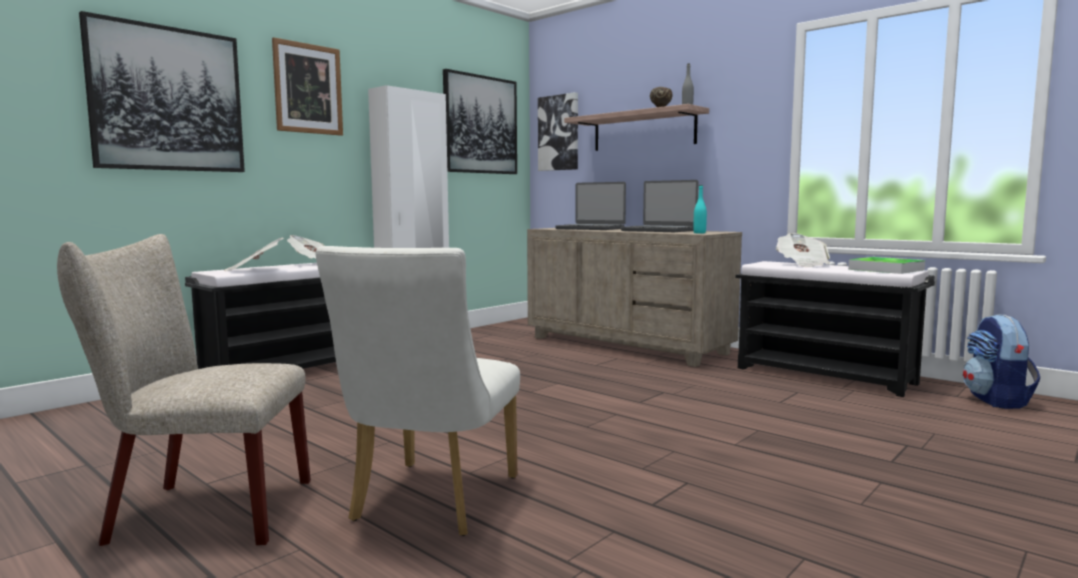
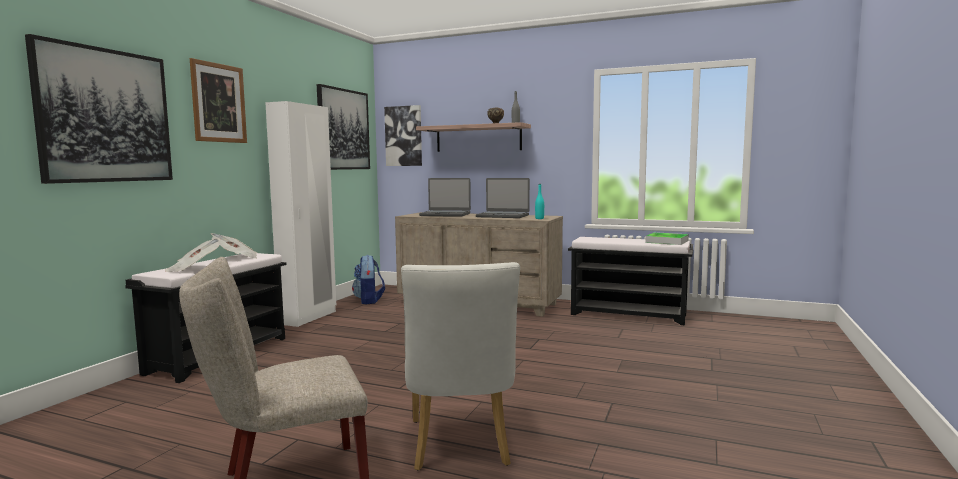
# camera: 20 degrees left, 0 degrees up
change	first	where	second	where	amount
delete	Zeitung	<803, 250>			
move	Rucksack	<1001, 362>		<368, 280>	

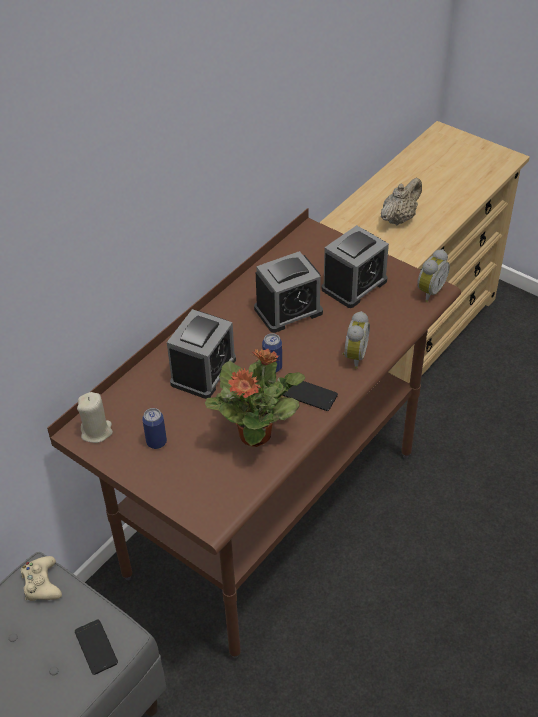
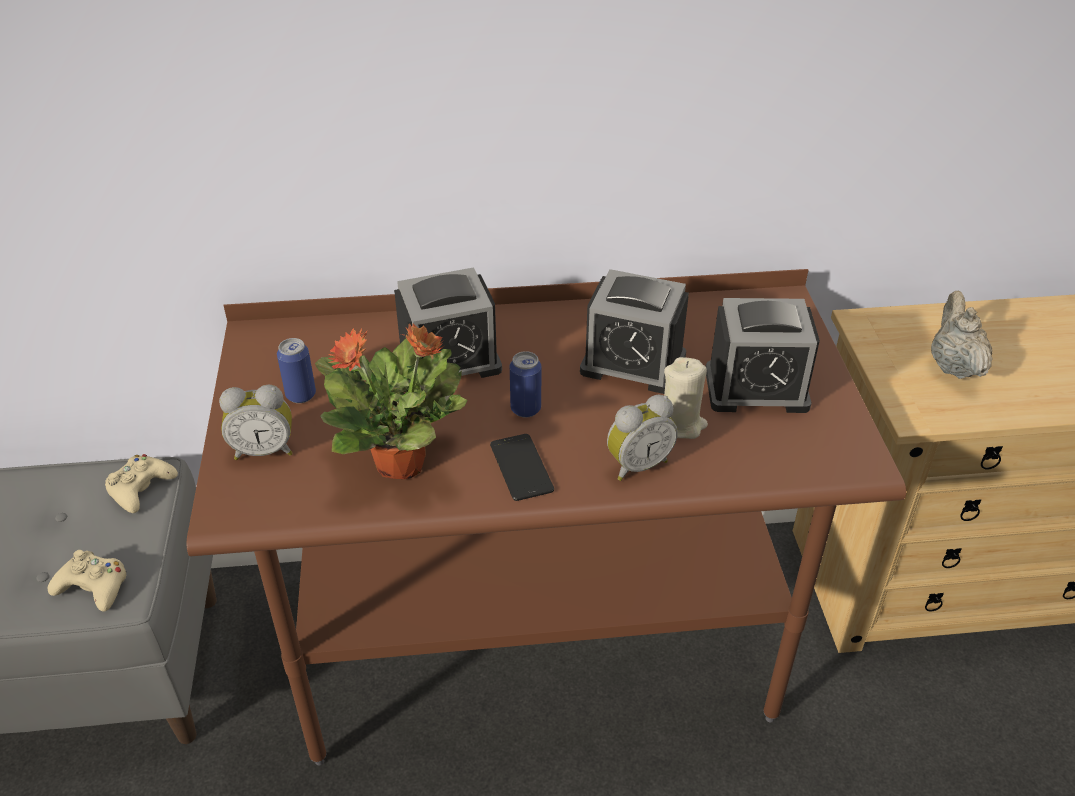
# camera: 45 degrees right, 5 degrees down
change	first	where	second	where	amount
rotate	Teekanne (beige)	<401, 201>		<962, 335>	90 degrees counterclockwise
move	Wecker	<433, 275>		<256, 422>	
move	Kerze (beige)	<95, 417>		<686, 398>	
replace	Handy	<96, 647>	Gamepad (beige)	<87, 580>	

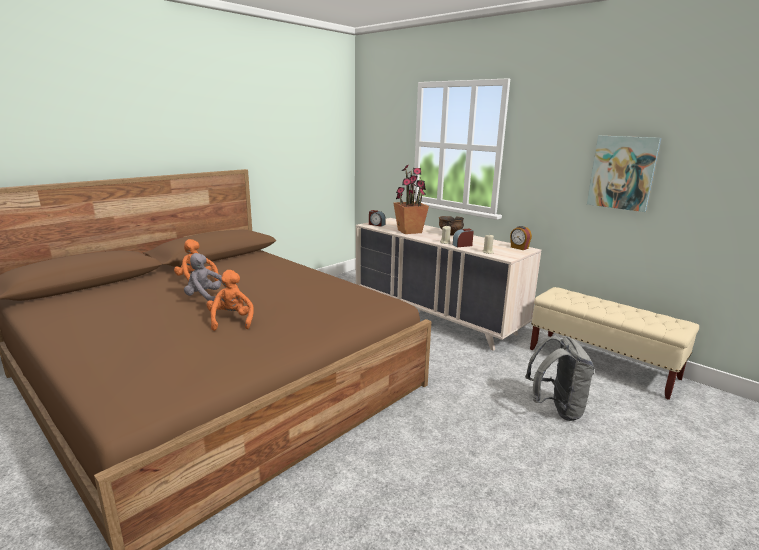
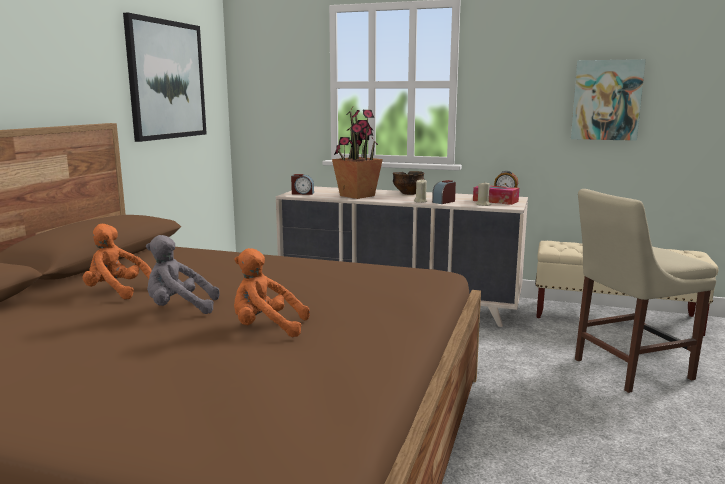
# camera: 25 degrees left, 5 degrees down
change	first	where	second	where	amount
rotate	Plüschtier (orange)	<230, 300>		<272, 292>	45 degrees counterclockwise
replace	Rucksack (grau)	<559, 378>	Stuhl (beige)	<646, 291>	
insert			Bild	<165, 77>	
insert			Taschentuchbox	<496, 195>	

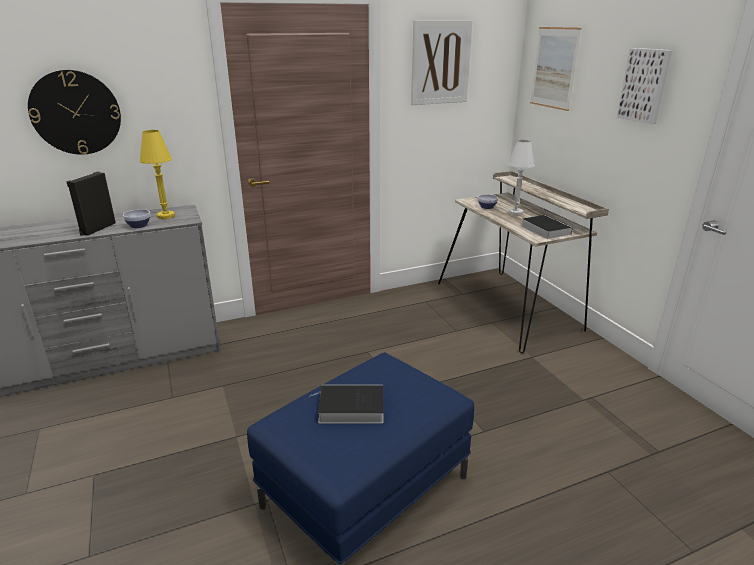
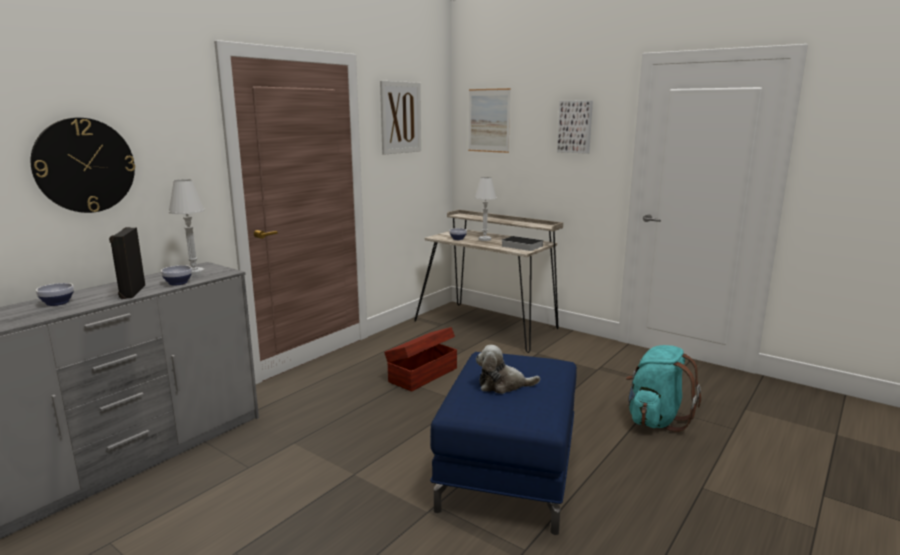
# camera: 30 degrees left, 10 degrees down
change	first	where	second	where	amount
recolor	Tischlampe (gelb)	<157, 174>	Tischlampe (weiß)	<186, 227>	
replace	Buch	<346, 404>	Plüschtier	<508, 369>	
insert			Schüssel	<55, 294>	
insert			Aufbewahrungsbox (braun)	<420, 359>	
insert			Rucksack (türkis)	<663, 388>	

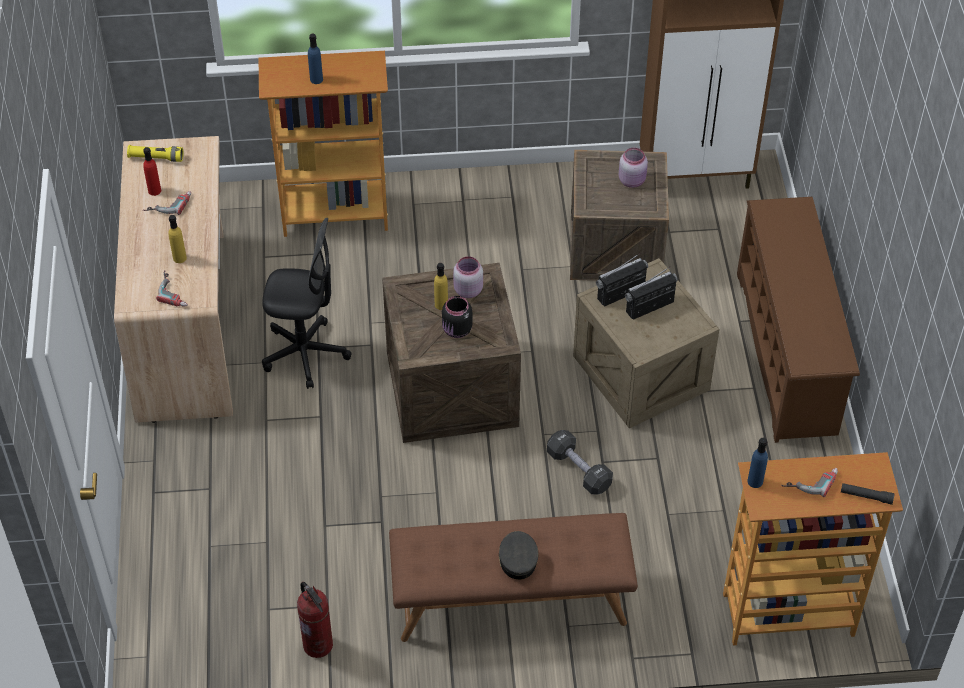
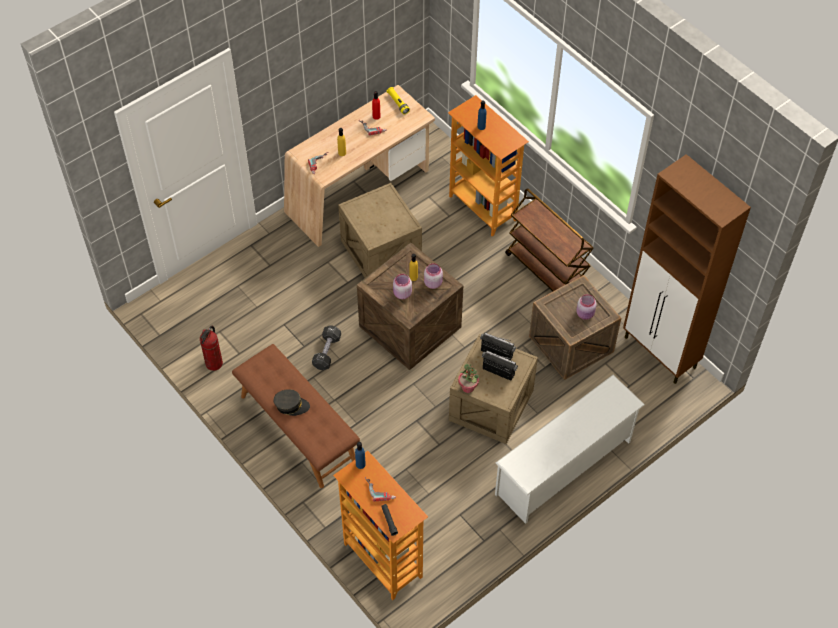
# camera: 55 degrees right, 5 degrees up
change	first	where	second	where	amount
recolor	Schuhregal (braun)	<798, 320>	Schuhregal (weiß)	<570, 449>	
replace	Bürostuhl (schwarz)	<307, 303>	Kiste	<380, 230>	
recolor	Vorratsglas (schwarz)	<457, 317>	Vorratsglas (rosa)	<402, 286>	
move	Hantel (schwarz)	<580, 462>		<326, 347>	
rotate	Kappe (grau)	<519, 555>		<291, 402>	45 degrees clockwise
insert			Rollwagen (braun)	<549, 239>	
insert			Topfpflanze	<468, 378>	

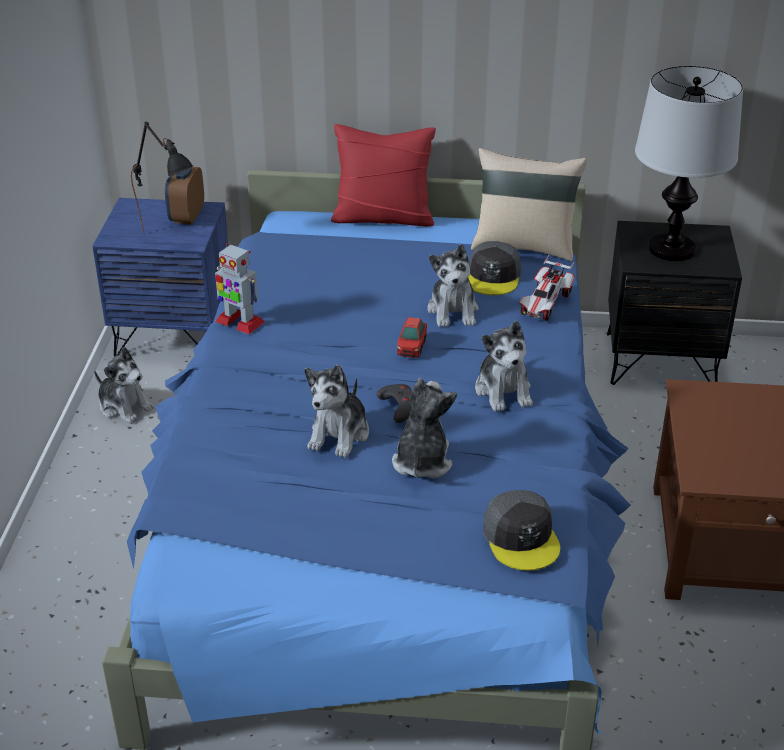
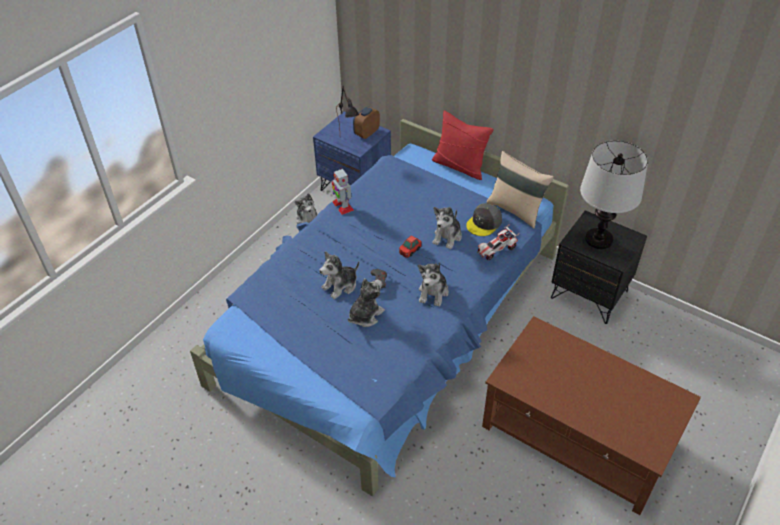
# camera: 30 degrees right, 10 degrees up
change	first	where	second	where	amount
delete	Kappe (grau)	<521, 530>			

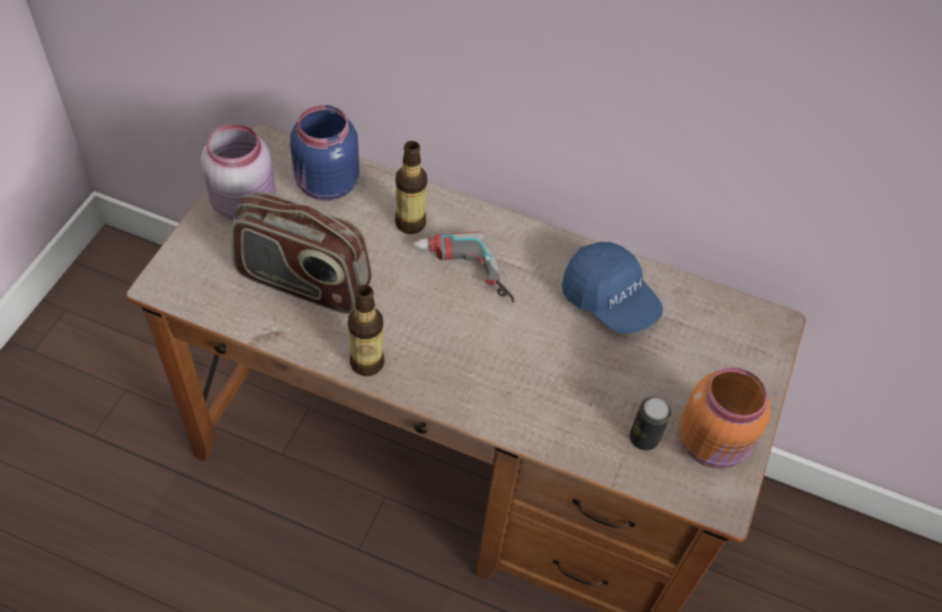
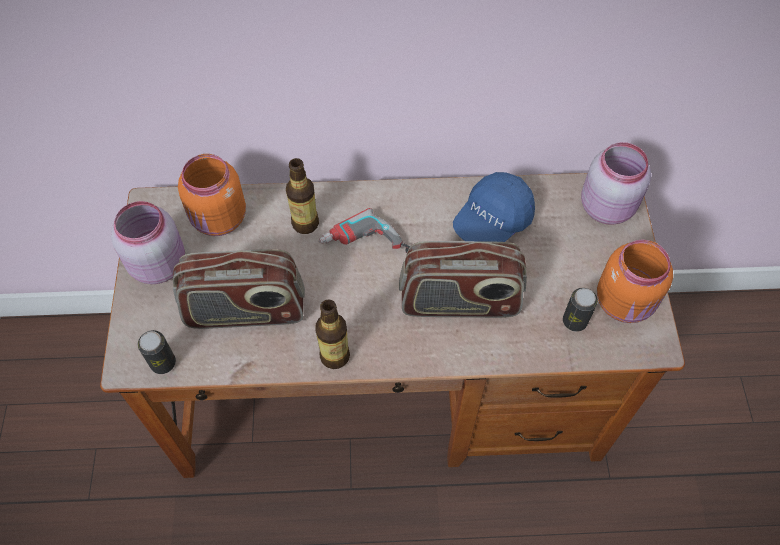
# camera: 20 degrees left, 5 degrees up
change	first	where	second	where	amount
recolor	Vorratsglas (blau)	<324, 153>	Vorratsglas (orange)	<212, 195>	
rotate	Kappe (blau)	<612, 288>		<494, 207>	105 degrees clockwise
insert			Vorratsglas (rosa)	<616, 183>	
insert			Radio	<463, 279>	
insert			Dose	<157, 352>	

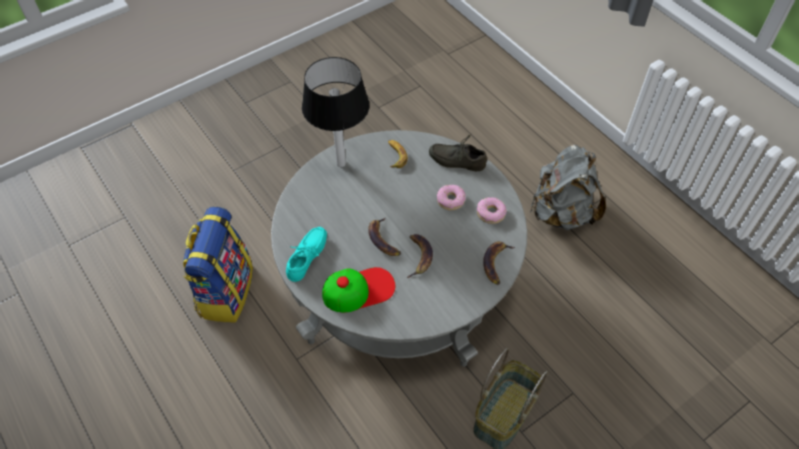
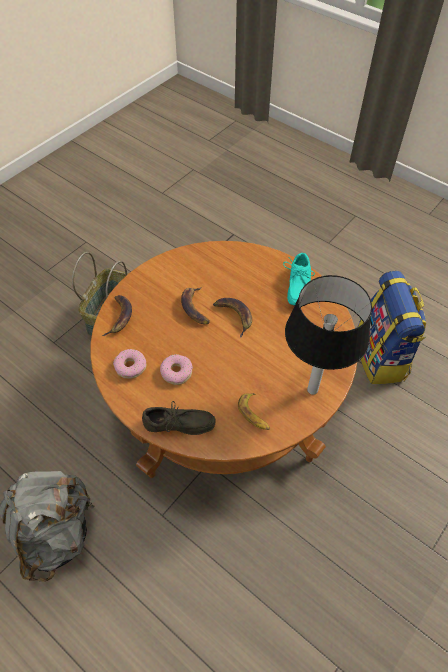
# camera: 165 degrees right, 0 degrees up
change	first	where	second	where	amount
recolor	Couchtisch (grau)	<399, 248>	Couchtisch (braun)	<223, 359>	
delete	Kappe	<358, 290>			

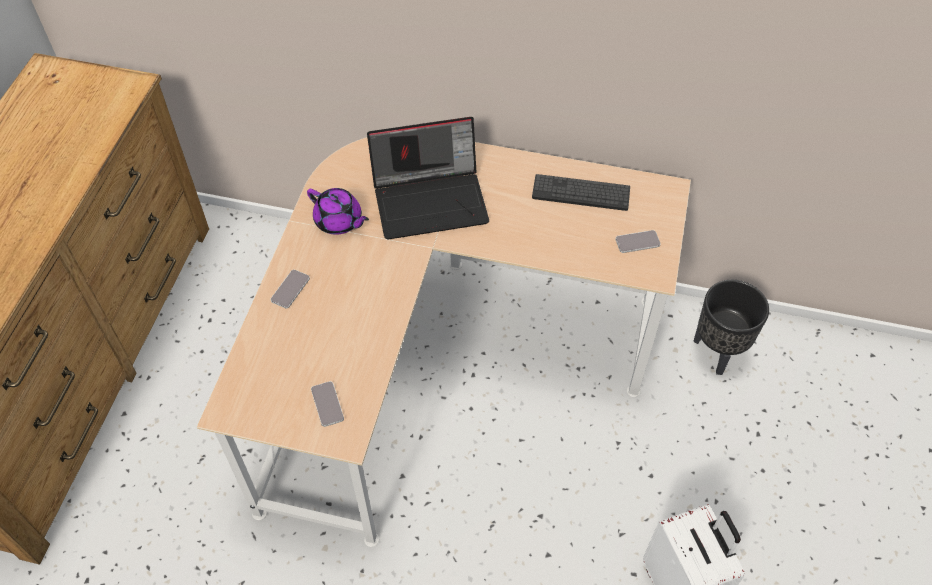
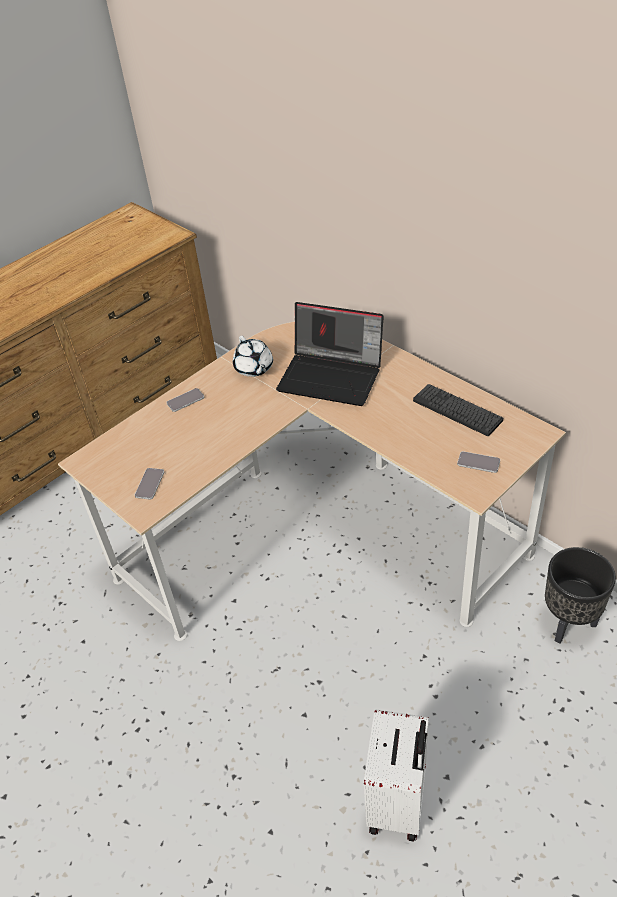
# camera: 35 degrees right, 10 degrees down
change	first	where	second	where	amount
recolor	Teekanne (lila)	<338, 211>	Teekanne (weiß)	<253, 356>	

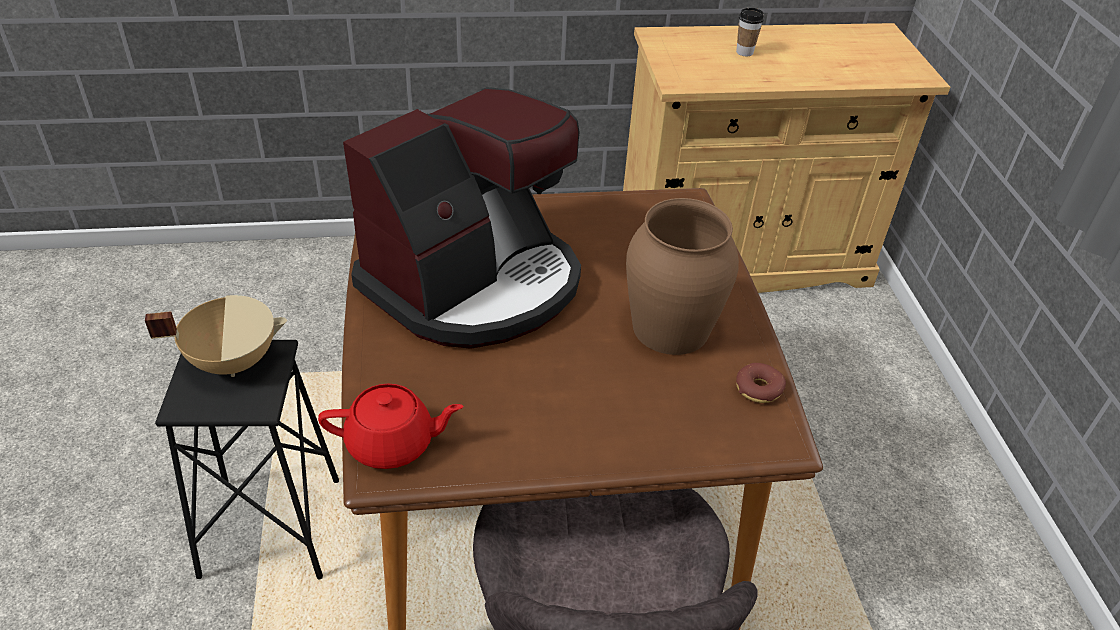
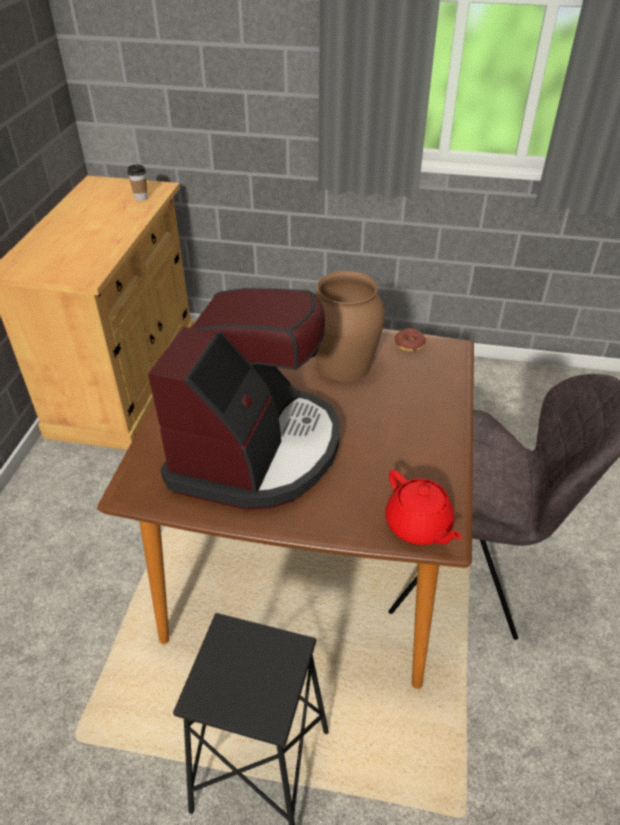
# camera: 70 degrees left, 0 degrees up
change	first	where	second	where	amount
move	Tasse	<750, 32>		<138, 183>	
rotate	Kaffeemaschine	<462, 218>		<244, 399>	45 degrees clockwise
delete	Kochtopf (beige)	<216, 336>			
rotate	Teekanne (rot)	<391, 426>		<423, 507>	135 degrees clockwise

